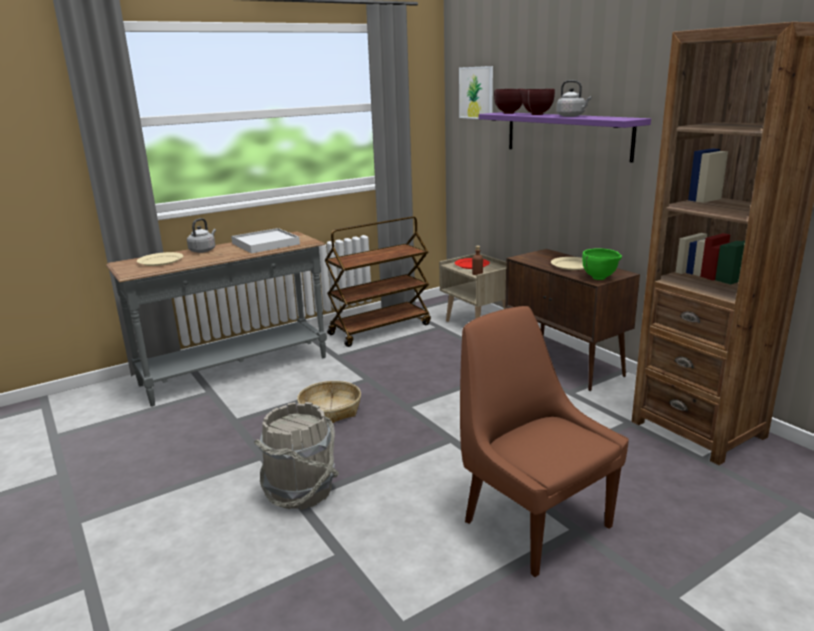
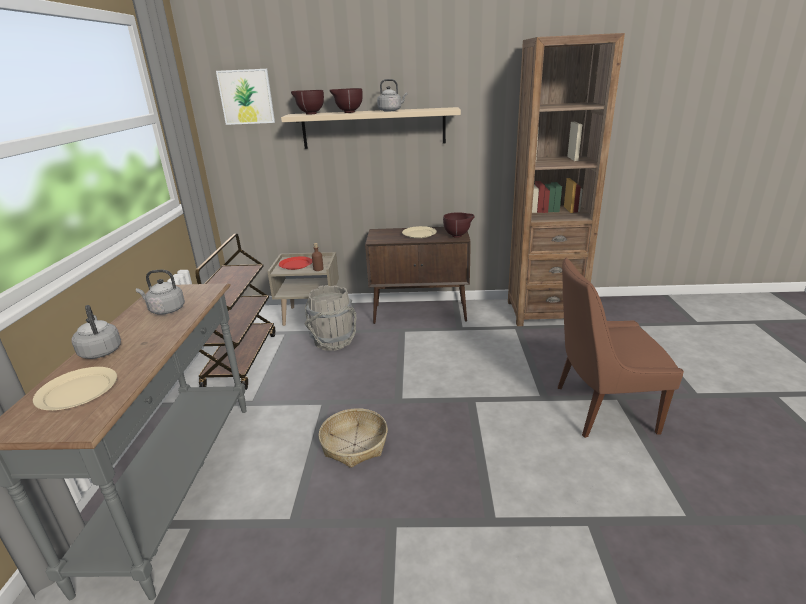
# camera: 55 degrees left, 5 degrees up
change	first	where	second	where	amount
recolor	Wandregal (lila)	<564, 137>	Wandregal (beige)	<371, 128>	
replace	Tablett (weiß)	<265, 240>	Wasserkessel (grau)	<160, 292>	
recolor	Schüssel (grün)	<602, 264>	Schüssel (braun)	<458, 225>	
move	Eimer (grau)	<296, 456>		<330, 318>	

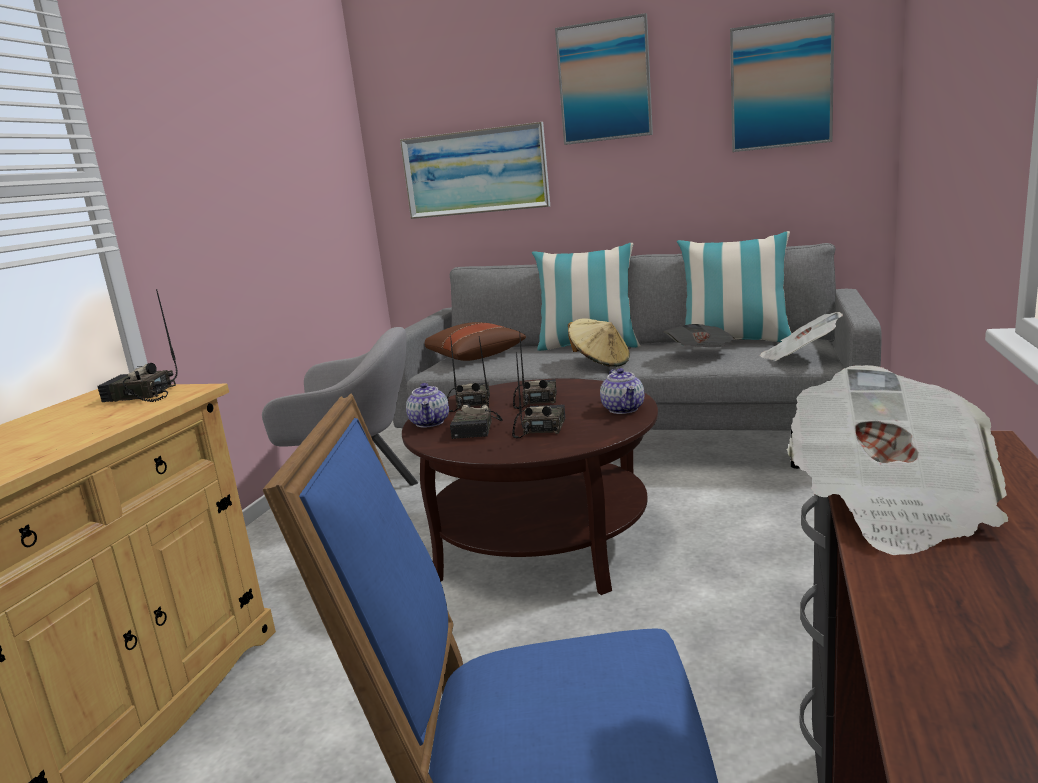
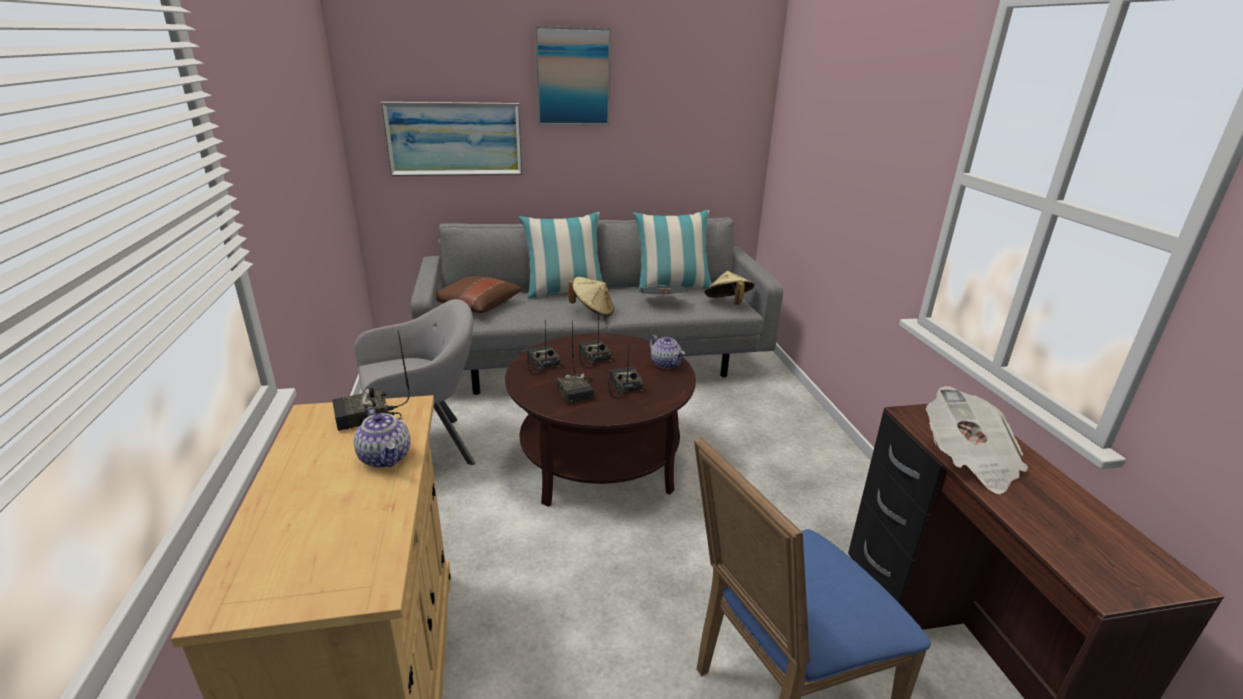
# camera: 30 degrees left, 10 degrees up
change	first	where	second	where	amount
delete	Bild	<782, 82>			
replace	Zeitung	<801, 336>	Hut (beige)	<729, 288>	
move	Teekanne	<427, 405>		<382, 437>	

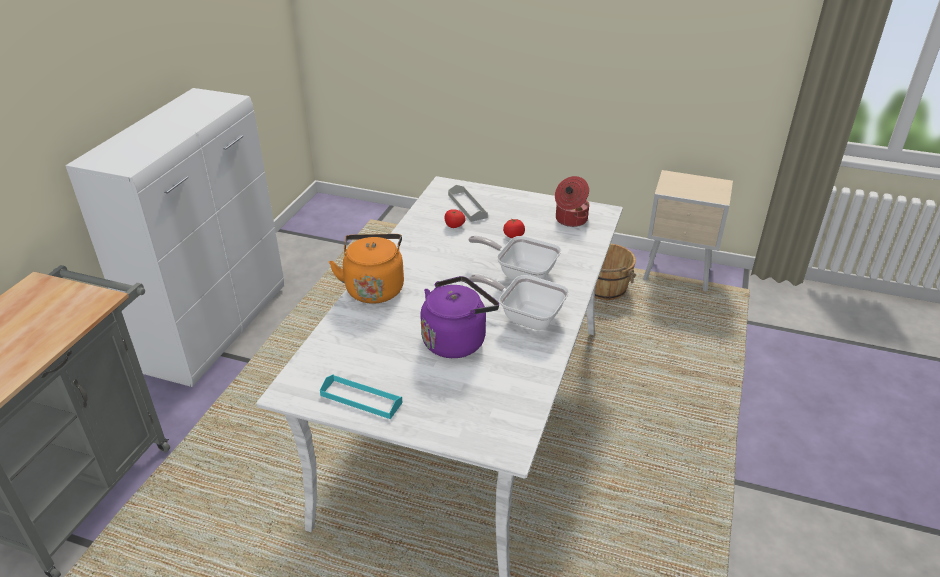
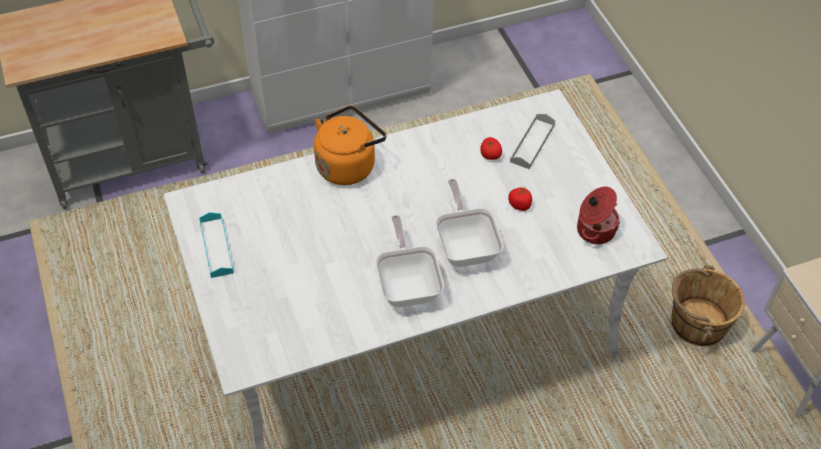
# camera: 50 degrees right, 15 degrees up
change	first	where	second	where	amount
delete	Wasserkessel (lila)	<459, 317>			

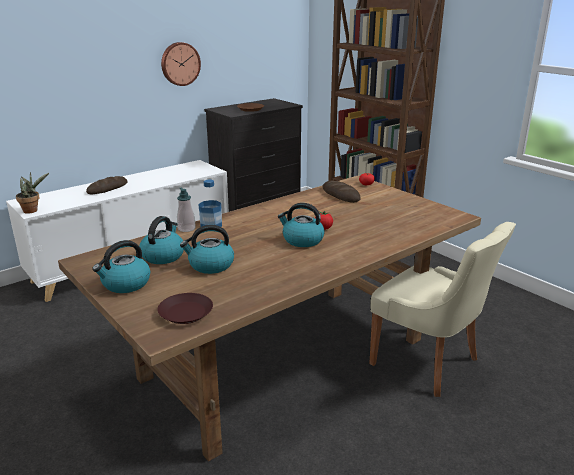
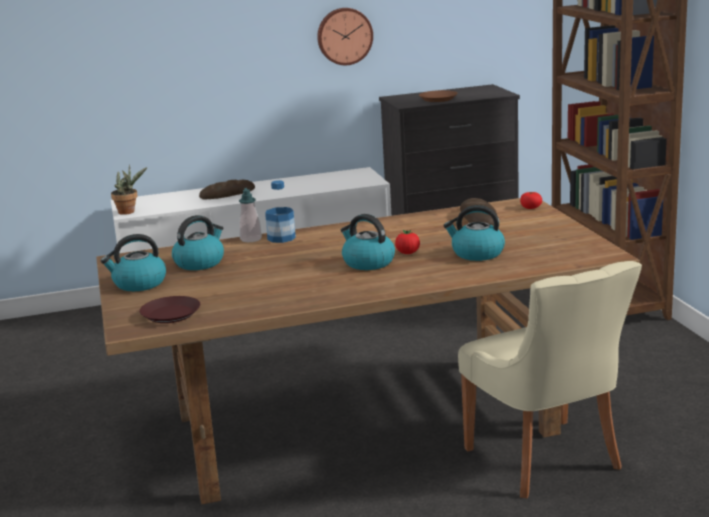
# camera: 25 degrees right, 5 degrees down
change	first	where	second	where	amount
move	Wasserkessel	<207, 249>		<474, 233>	

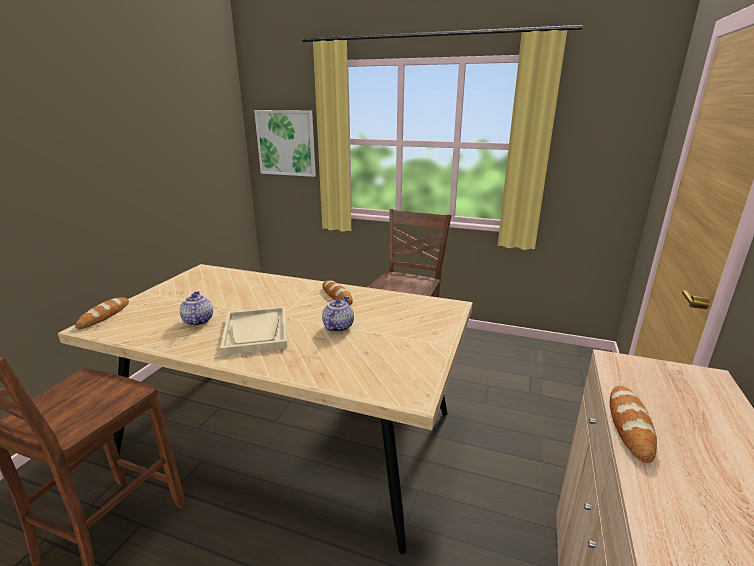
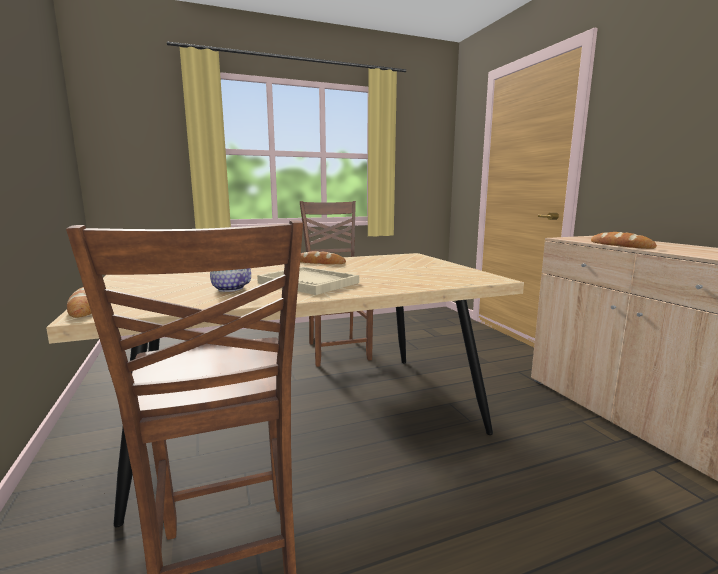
# camera: 40 degrees left, 10 degrees down
change	first	where	second	where	amount
delete	Bild	<285, 143>			
delete	Teekanne	<338, 314>			

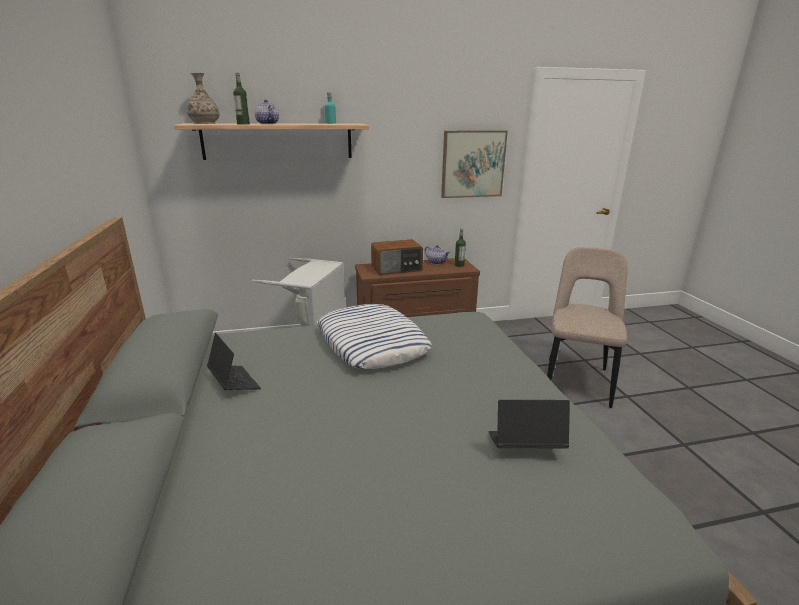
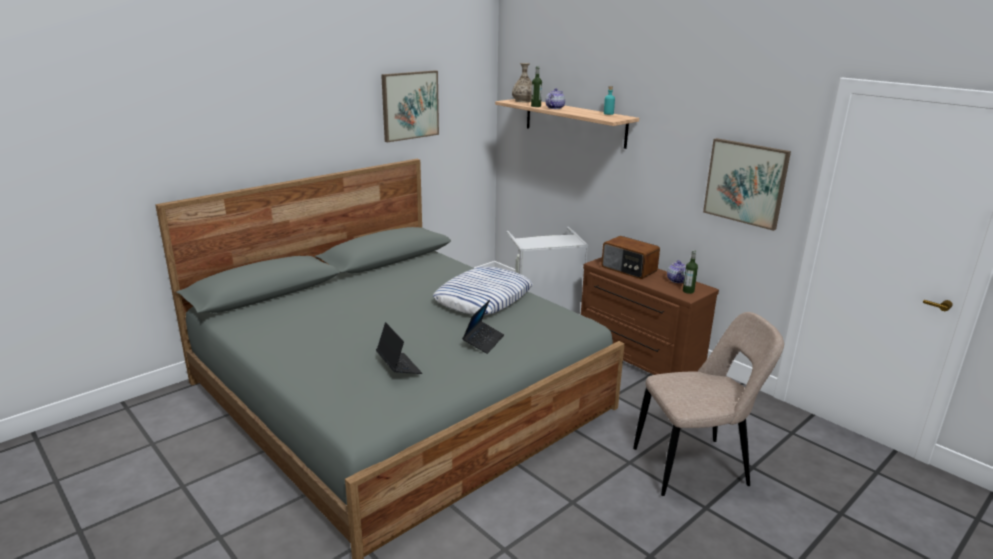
# camera: 60 degrees right, 0 degrees up
change	first	where	second	where	amount
move	Laptop	<234, 361>		<483, 327>	
insert			Bild	<410, 106>	

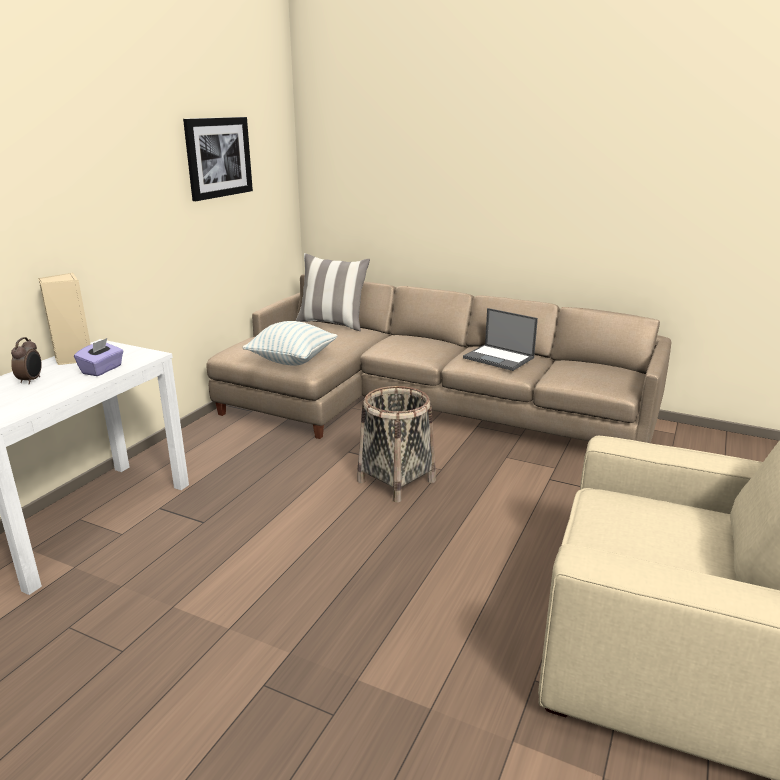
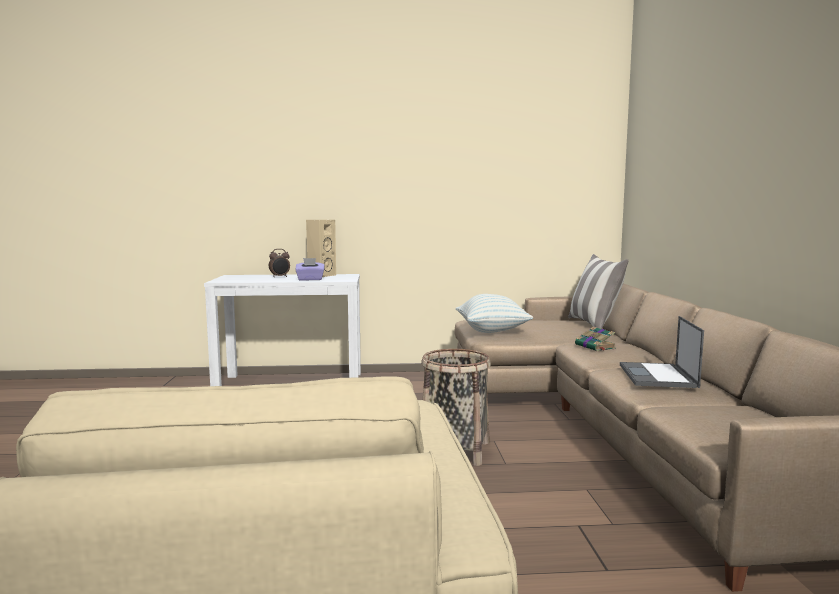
# camera: 60 degrees right, 15 degrees down
change	first	where	second	where	amount
delete	Bild	<218, 159>			
insert			Buch	<595, 339>	

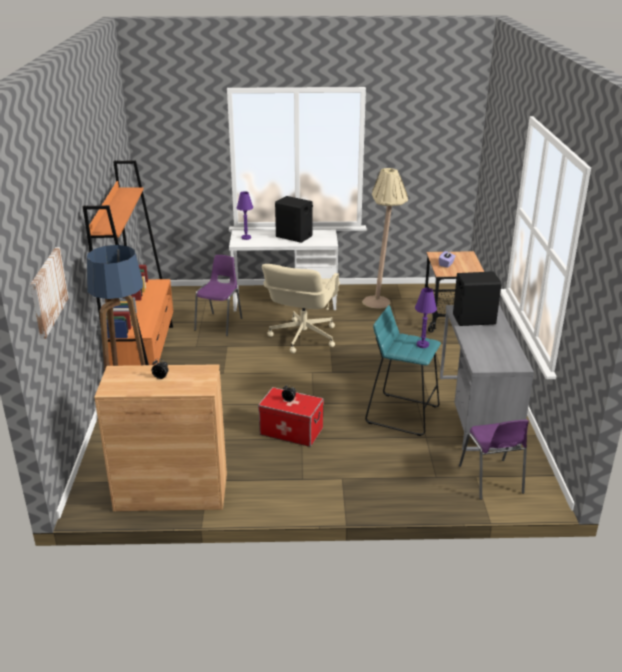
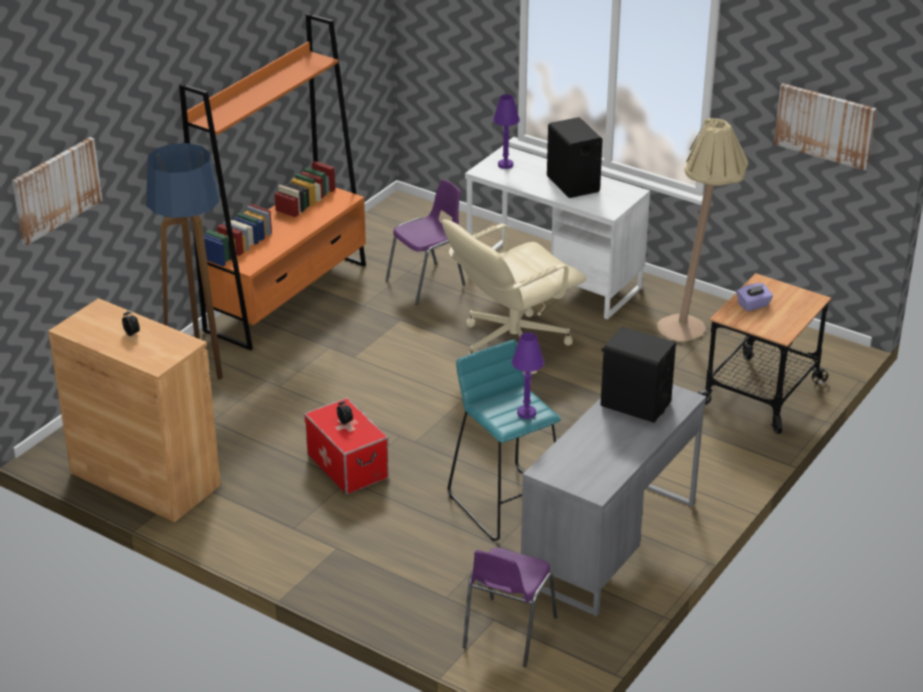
# camera: 35 degrees right, 5 degrees up
change	first	where	second	where	amount
insert			Bild	<825, 127>	

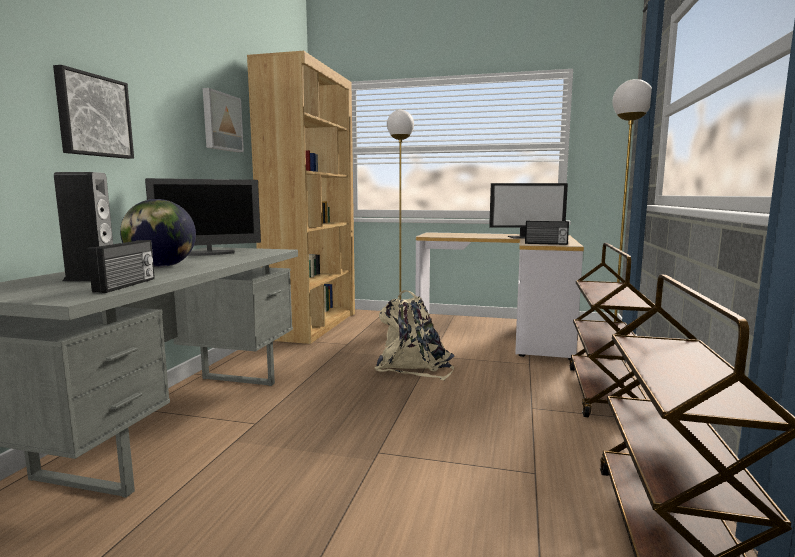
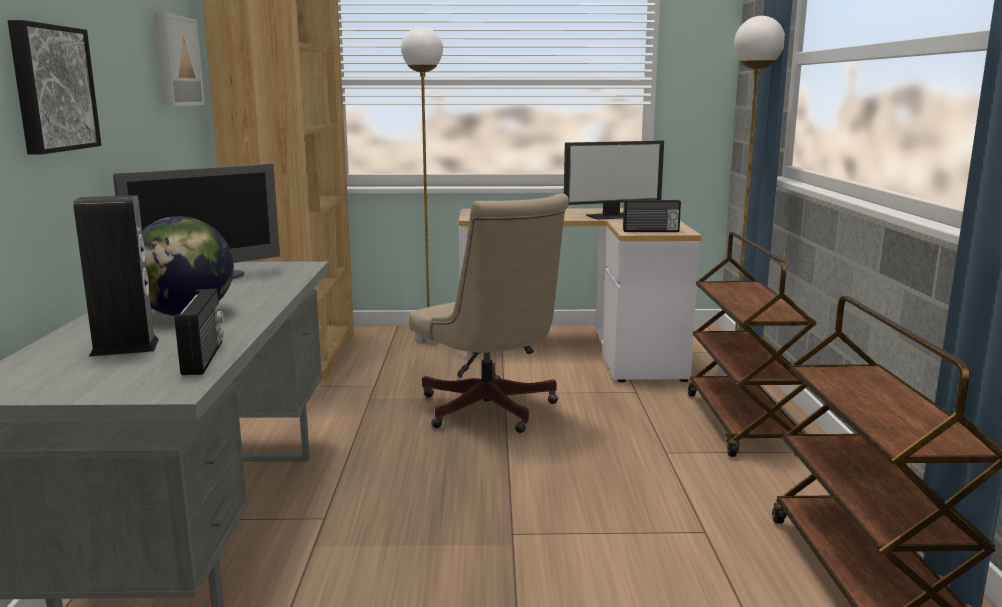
# camera: 15 degrees left, 5 degrees up
change	first	where	second	where	amount
replace	Rucksack (beige)	<414, 335>	Bürostuhl (beige)	<489, 313>	

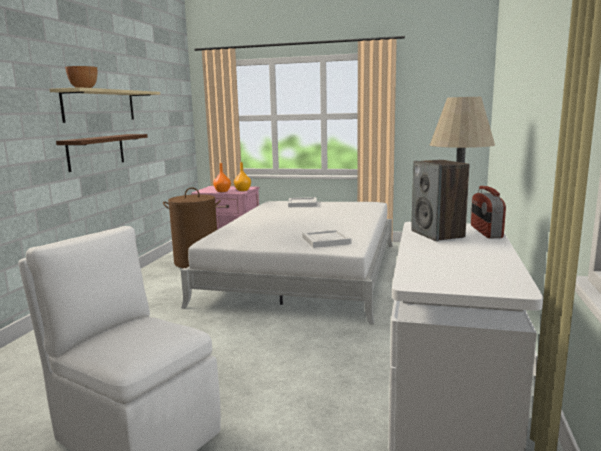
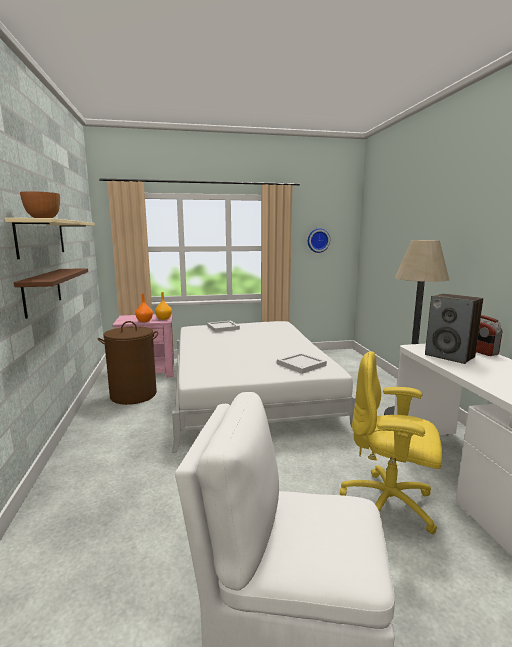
# camera: 25 degrees left, 0 degrees up
change	first	where	second	where	amount
insert			Wanduhr	<319, 240>	
insert			Bürostuhl (gelb)	<391, 442>	

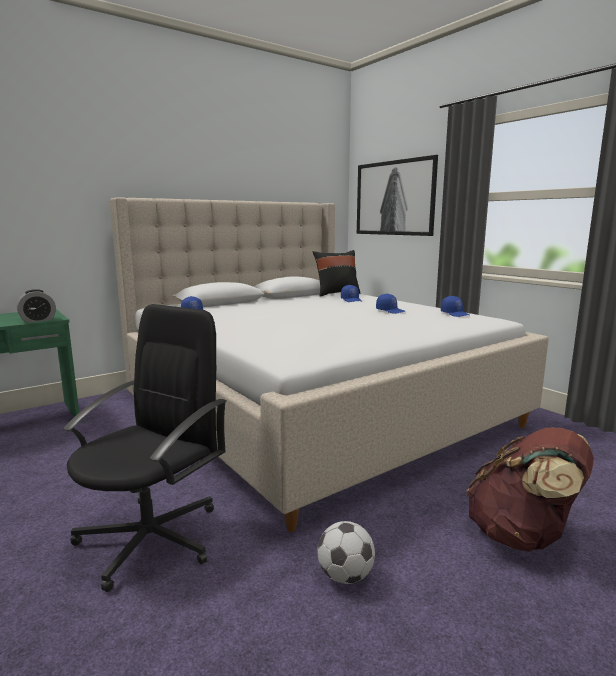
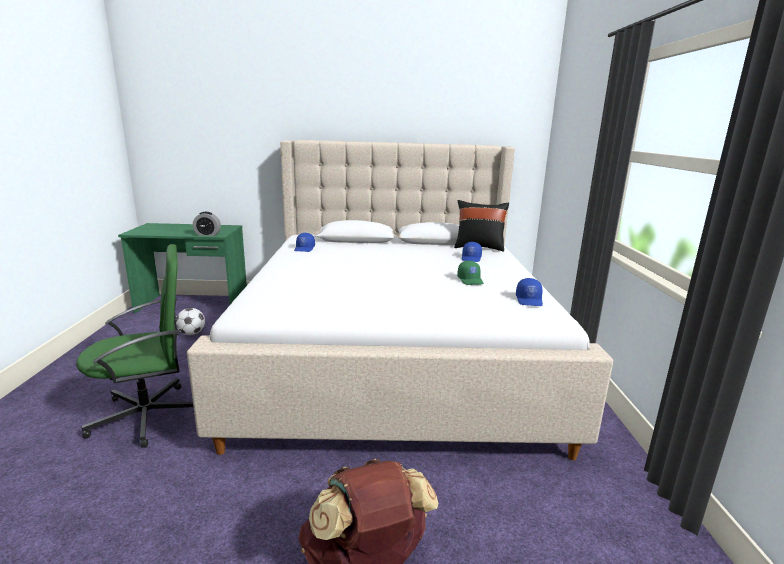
# camera: 35 degrees right, 5 degrees up
change	first	where	second	where	amount
delete	Bild	<397, 195>			
recolor	Kappe (blau)	<390, 304>	Kappe (grün)	<470, 273>	
recolor	Bürostuhl (schwarz)	<145, 448>	Bürostuhl (grün)	<134, 346>	
move	Fußball	<346, 552>		<190, 321>	

